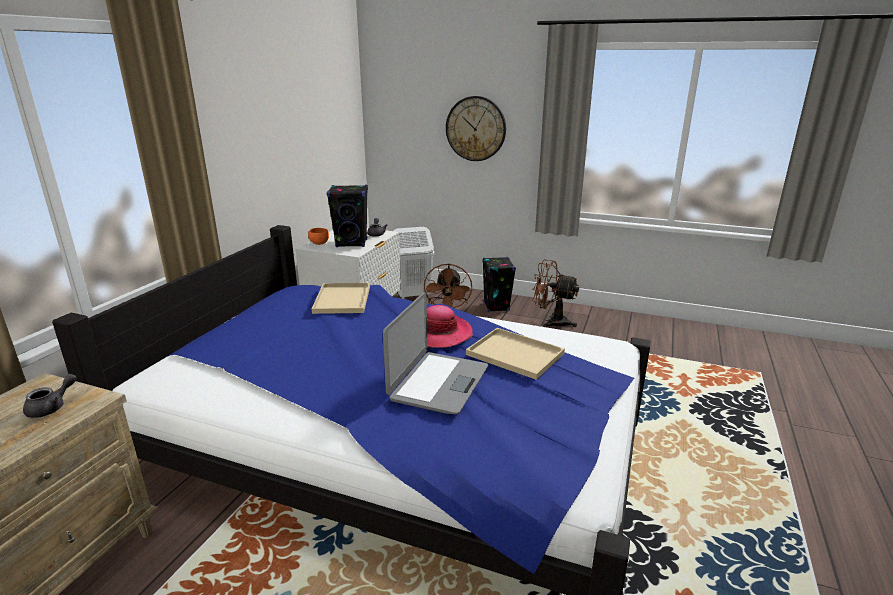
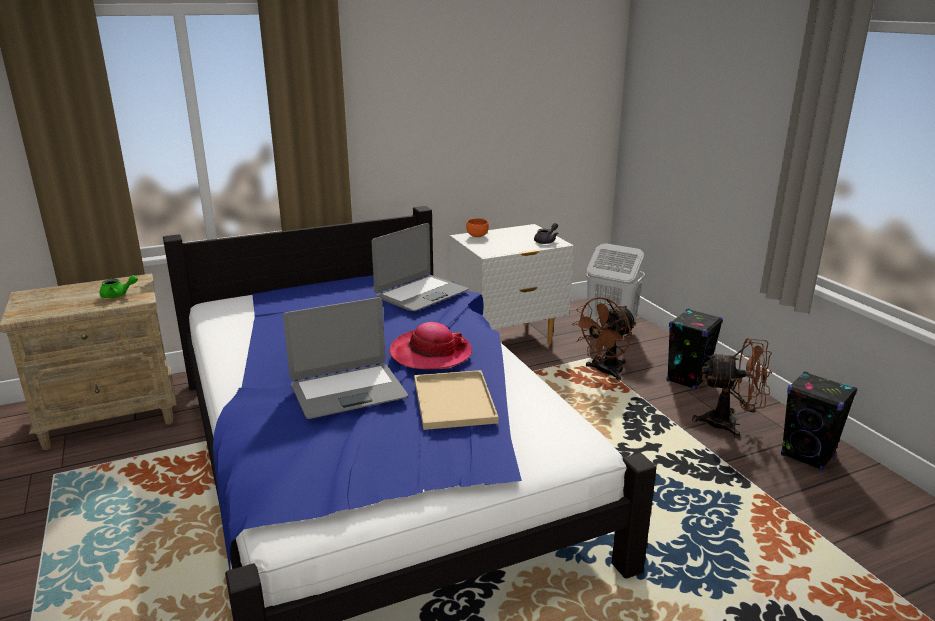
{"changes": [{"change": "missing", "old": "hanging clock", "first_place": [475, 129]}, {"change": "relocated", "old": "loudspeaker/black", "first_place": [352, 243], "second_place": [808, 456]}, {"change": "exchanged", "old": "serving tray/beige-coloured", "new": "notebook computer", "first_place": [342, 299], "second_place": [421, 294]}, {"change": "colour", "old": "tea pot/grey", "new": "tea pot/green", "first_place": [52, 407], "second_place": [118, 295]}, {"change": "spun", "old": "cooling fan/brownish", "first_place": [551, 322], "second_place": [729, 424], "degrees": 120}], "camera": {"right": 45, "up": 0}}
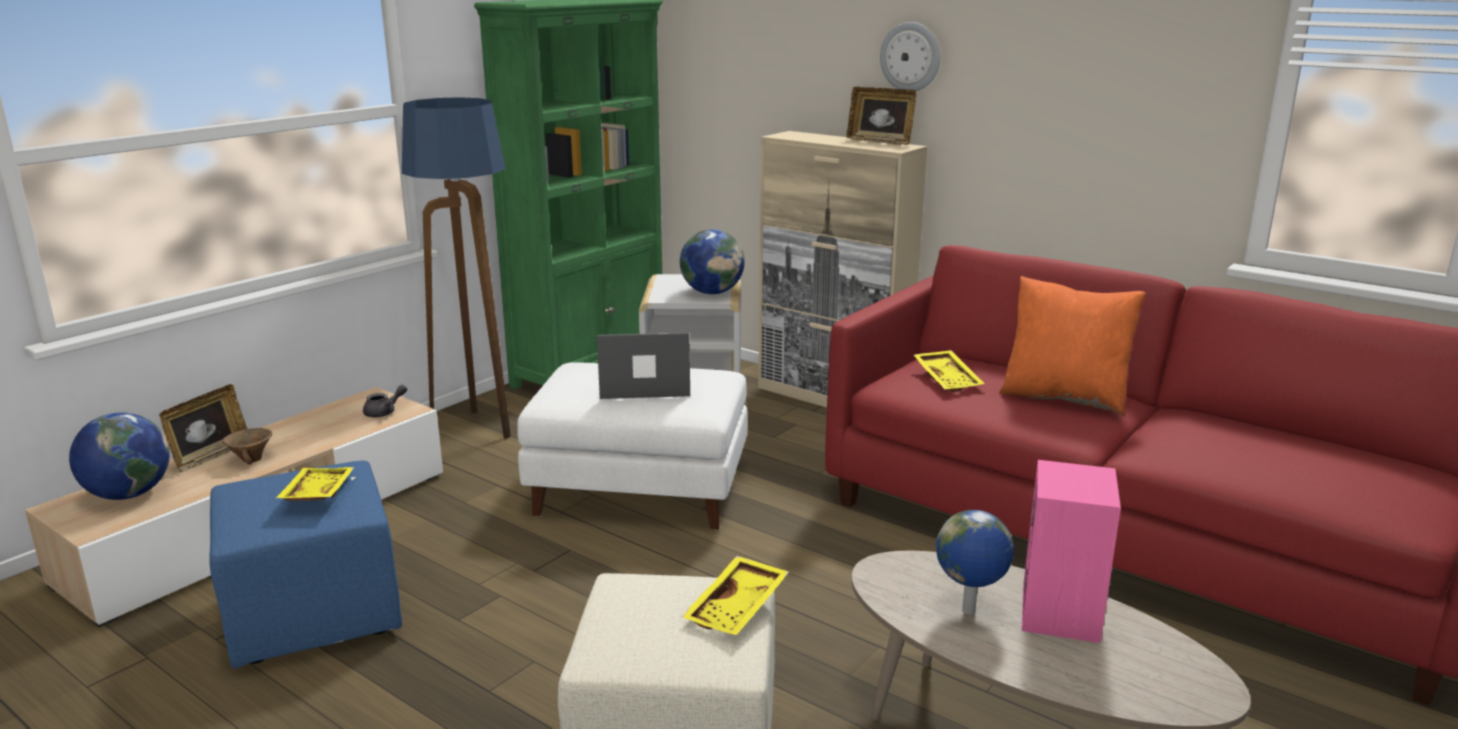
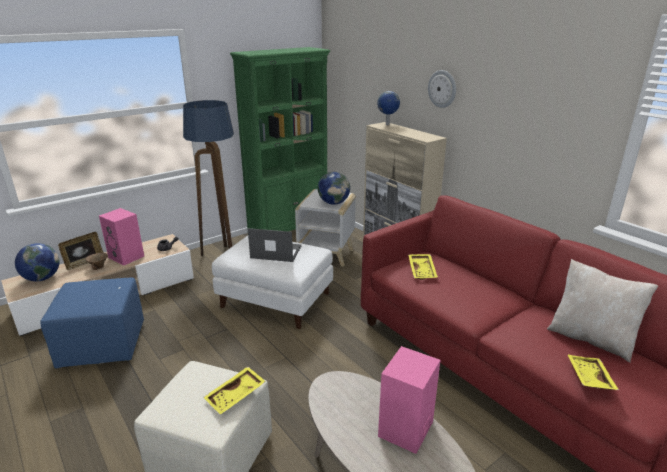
{"changes": [{"change": "missing", "old": "photo frame", "first_place": [880, 141]}, {"change": "missing", "old": "cushion/orange-coloured", "first_place": [1064, 397]}, {"change": "appeared", "new": "loudspeaker/pink", "second_place": [127, 257]}, {"change": "appeared", "new": "cushion/beige-coloured", "second_place": [591, 338]}, {"change": "relocated", "old": "serving tray/yellow", "first_place": [316, 494], "second_place": [588, 377]}, {"change": "relocated", "old": "globe", "first_place": [969, 612], "second_place": [387, 124]}], "camera": {"right": 15, "up": 5}}
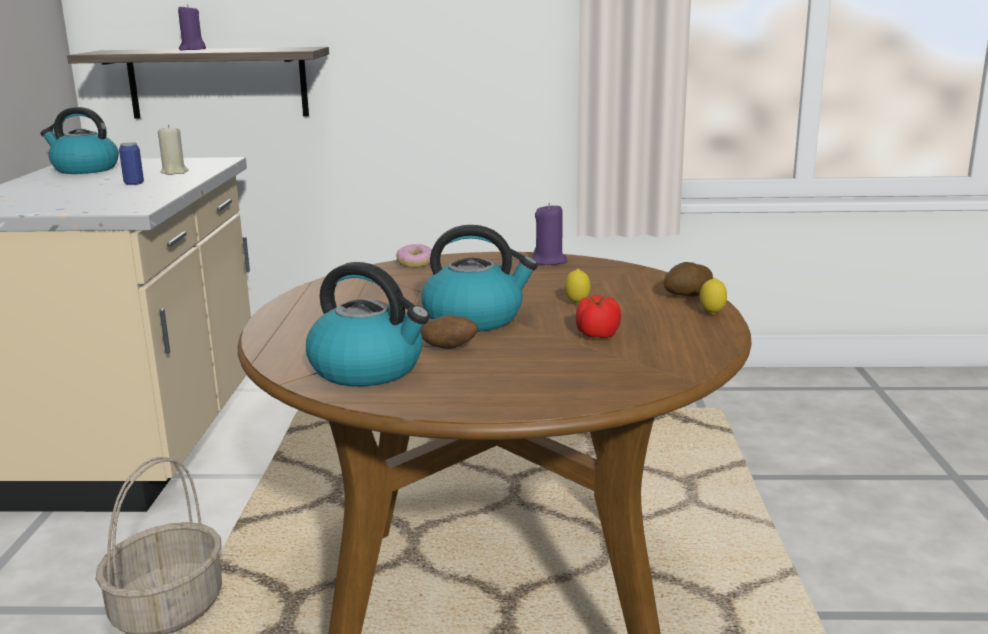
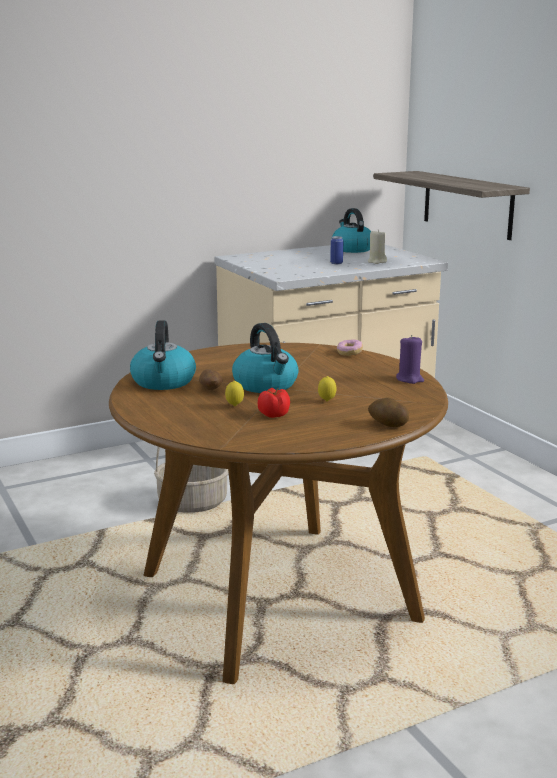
{"changes": [{"change": "missing", "old": "wax light/purplish", "first_place": [192, 49]}, {"change": "relocated", "old": "whole lemon", "first_place": [712, 314], "second_place": [234, 406]}], "camera": {"right": 60, "up": 0}}
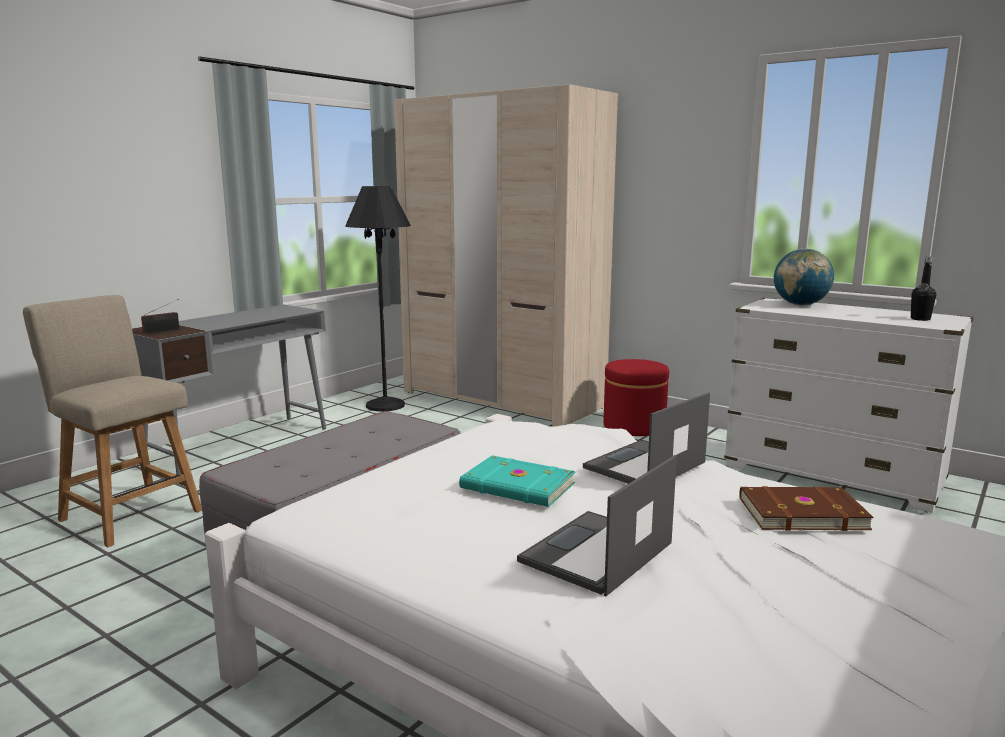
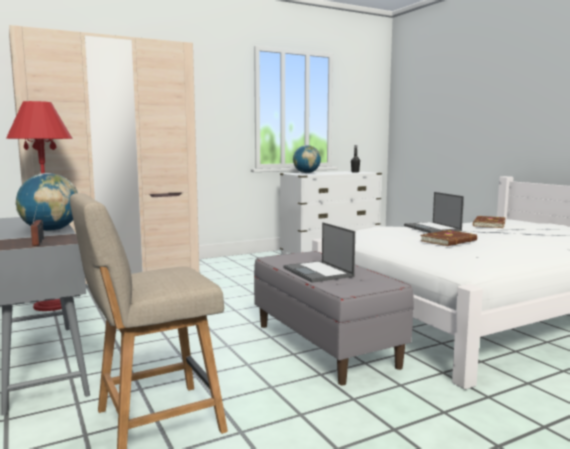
{"changes": [{"change": "missing", "old": "ottoman/red-coloured", "first_place": [634, 426]}, {"change": "appeared", "new": "globe", "second_place": [50, 230]}, {"change": "relocated", "old": "notebook computer", "first_place": [596, 553], "second_place": [318, 272]}, {"change": "colour", "old": "floor lamp/black", "new": "floor lamp/red-coloured", "first_place": [385, 405], "second_place": [53, 305]}, {"change": "colour", "old": "bound book/blue-green", "new": "bound book/brownish", "first_place": [517, 487], "second_place": [449, 241]}], "camera": {"right": -65, "up": -5}}
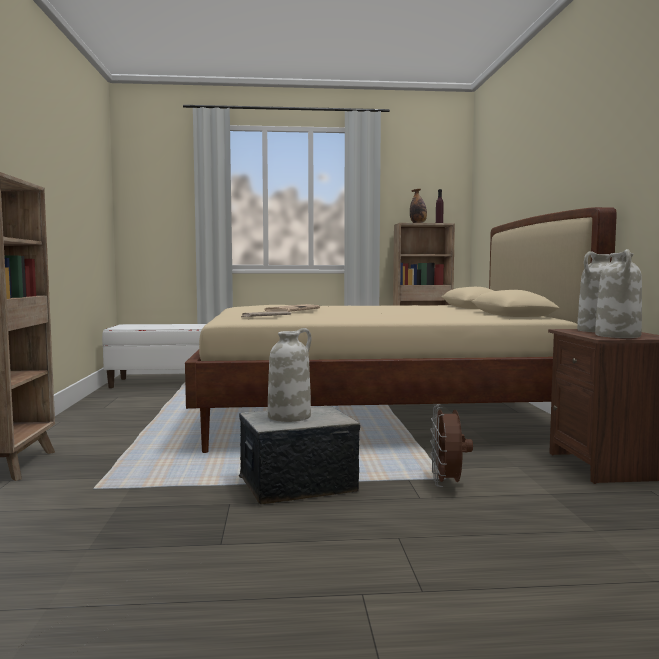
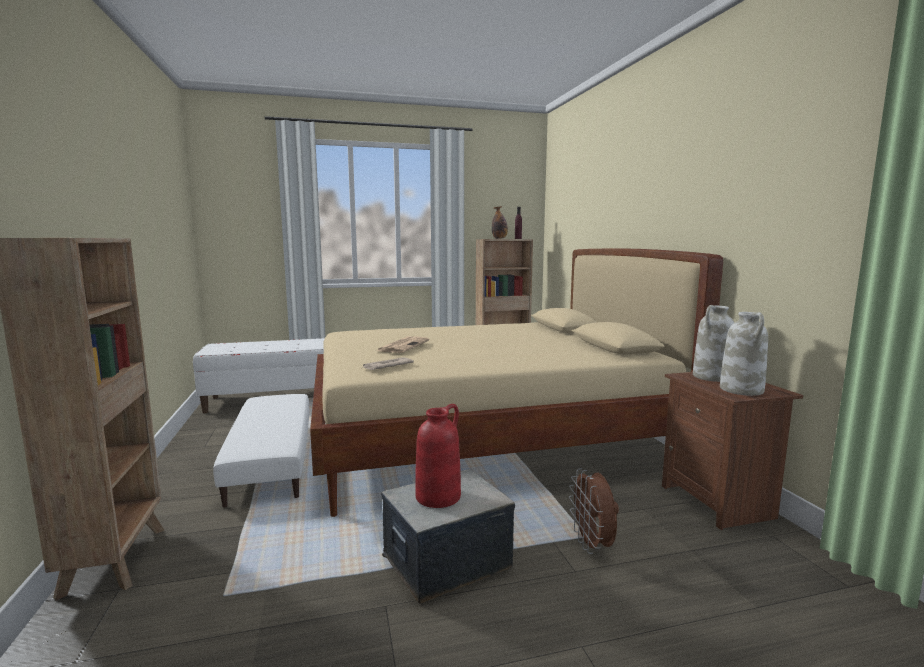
{"changes": [{"change": "appeared", "new": "ottoman/white-coloured", "second_place": [272, 460]}, {"change": "colour", "old": "flower vase/white-coloured", "new": "flower vase/red-coloured", "first_place": [289, 416], "second_place": [438, 496]}], "camera": {"right": -10, "up": 5}}
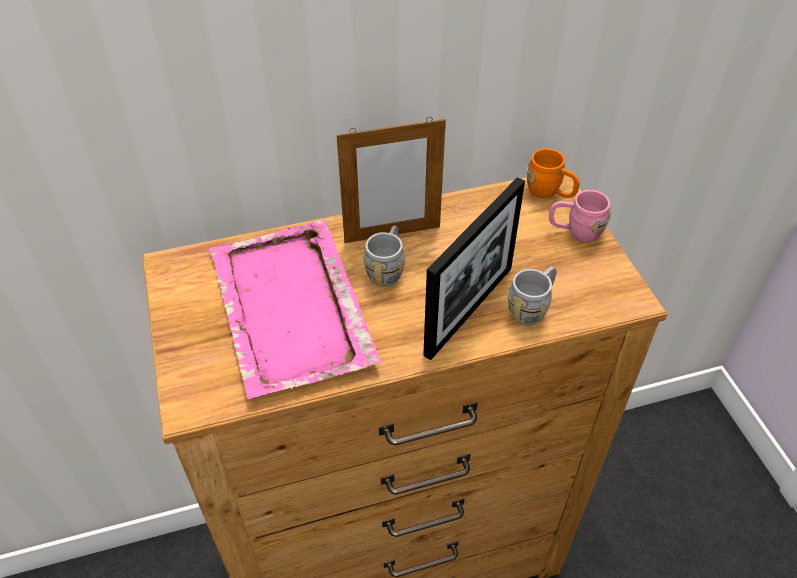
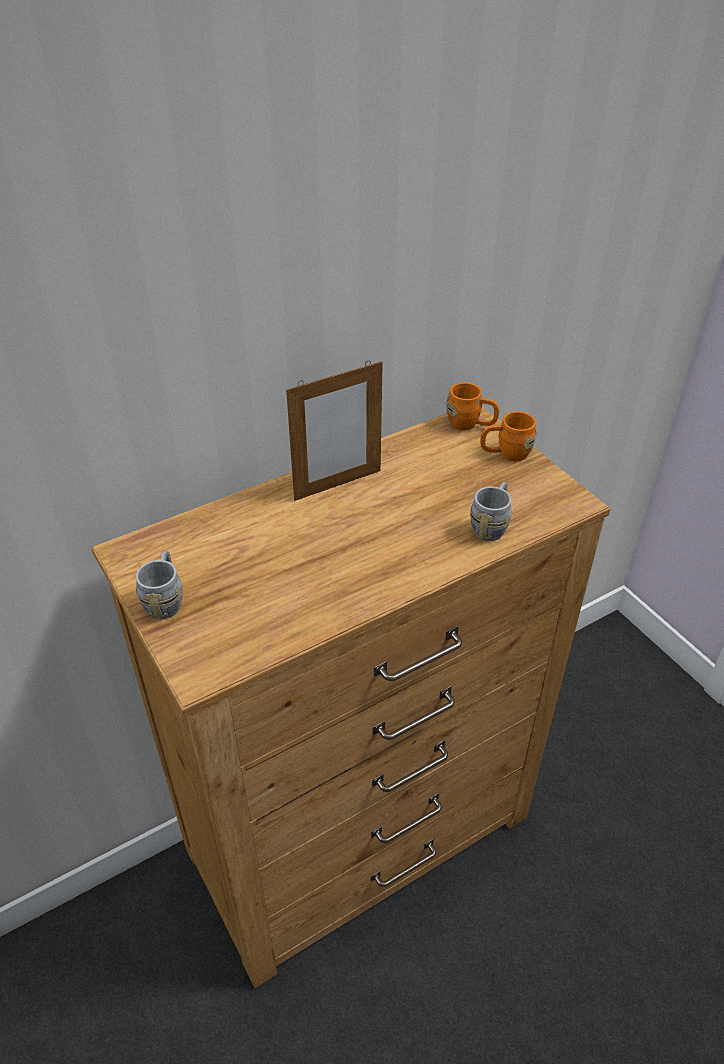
{"changes": [{"change": "missing", "old": "serving tray/pink", "first_place": [291, 310]}, {"change": "missing", "old": "photo frame", "first_place": [469, 310]}, {"change": "relocated", "old": "tea mug/grey", "first_place": [387, 269], "second_place": [166, 599]}, {"change": "colour", "old": "tea mug/pink", "new": "tea mug/orange-coloured", "first_place": [575, 231], "second_place": [505, 453]}], "camera": {"right": -15, "up": -5}}
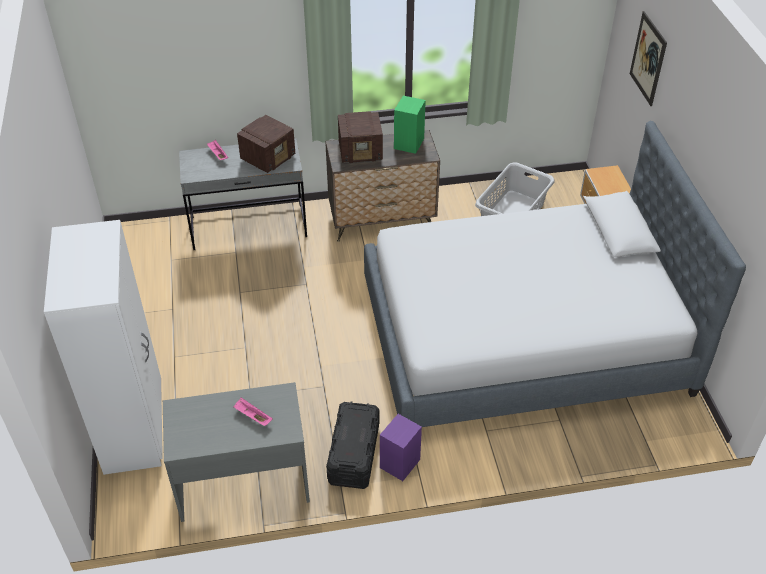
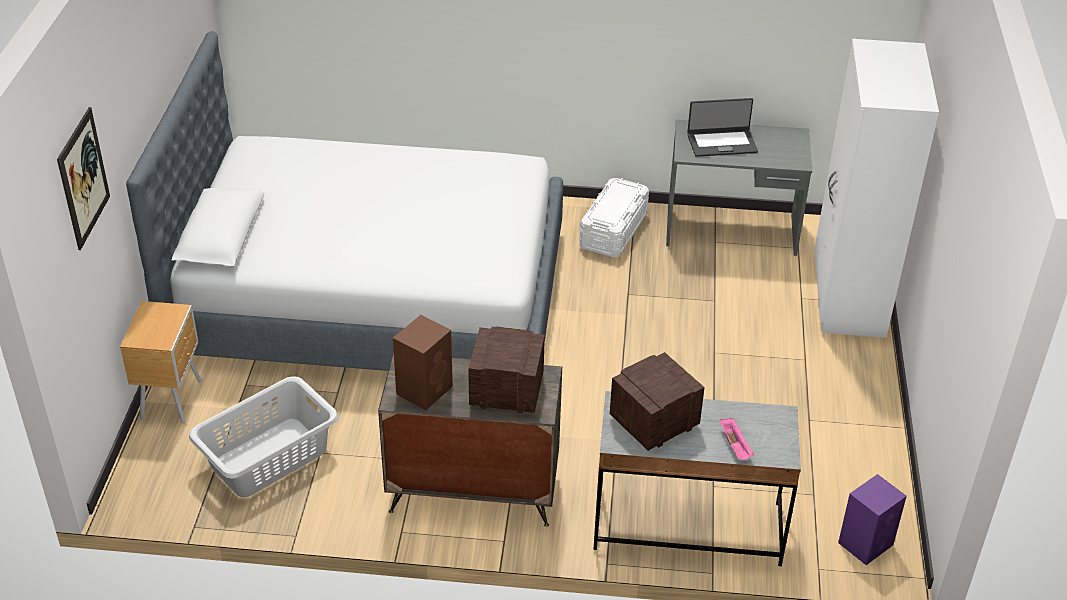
{"changes": [{"change": "relocated", "old": "loudspeaker/purplish", "first_place": [399, 464], "second_place": [866, 543]}, {"change": "exchanged", "old": "serving tray/pink", "new": "notebook computer", "first_place": [252, 416], "second_place": [721, 143]}, {"change": "colour", "old": "storage container/black", "new": "storage container/white-coloured", "first_place": [353, 454], "second_place": [613, 231]}, {"change": "colour", "old": "loudspeaker/green", "new": "loudspeaker/brownish", "first_place": [408, 144], "second_place": [425, 389]}], "camera": {"right": -165, "up": -5}}
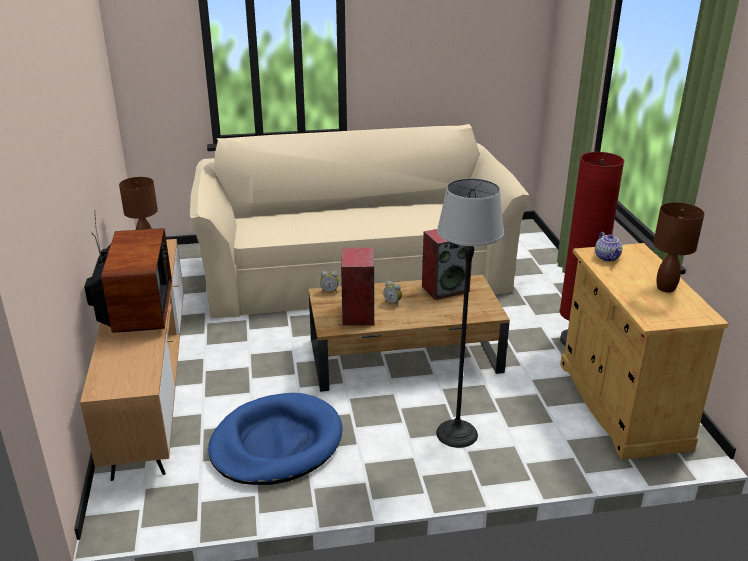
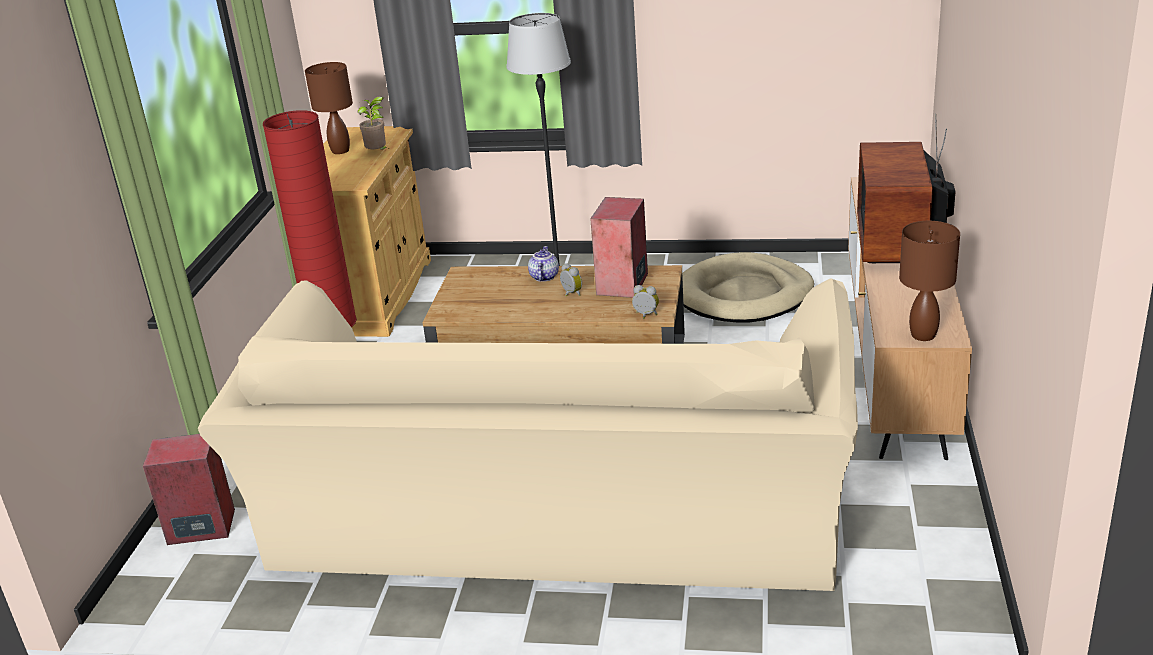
{"changes": [{"change": "appeared", "new": "potted plant", "second_place": [378, 153]}, {"change": "relocated", "old": "loudspeaker", "first_place": [445, 288], "second_place": [200, 527]}, {"change": "relocated", "old": "tea pot", "first_place": [607, 257], "second_place": [543, 277]}, {"change": "colour", "old": "dog cushion/blue-coloured", "new": "dog cushion/beige-coloured", "first_place": [276, 443], "second_place": [744, 295]}], "camera": {"right": -160, "up": 0}}
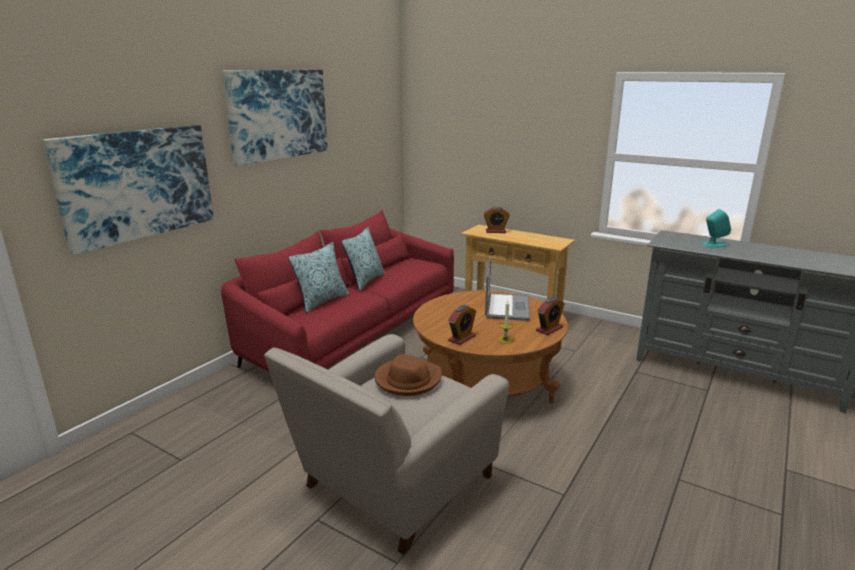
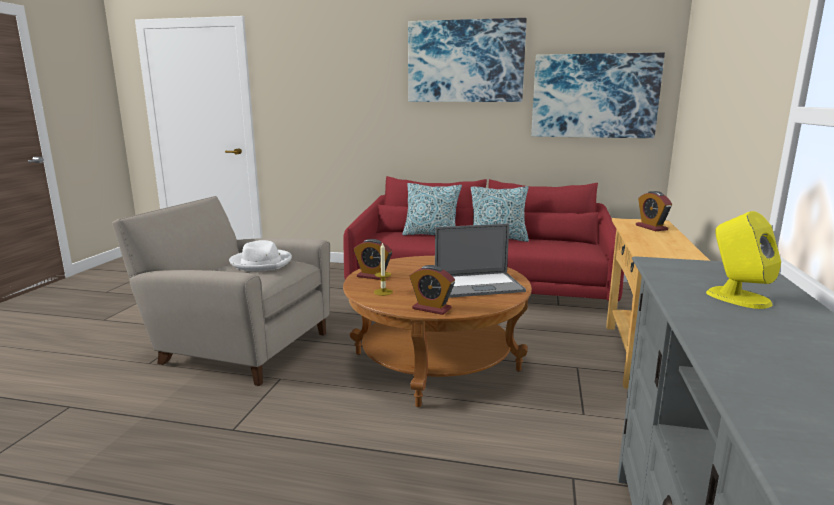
{"changes": [{"change": "relocated", "old": "picture", "first_place": [137, 184], "second_place": [594, 96]}, {"change": "colour", "old": "hat/brownish", "new": "hat/white-coloured", "first_place": [408, 379], "second_place": [261, 263]}, {"change": "colour", "old": "loudspeaker/blue-green", "new": "loudspeaker/yellow", "first_place": [713, 244], "second_place": [737, 297]}], "camera": {"right": 70, "up": -5}}
